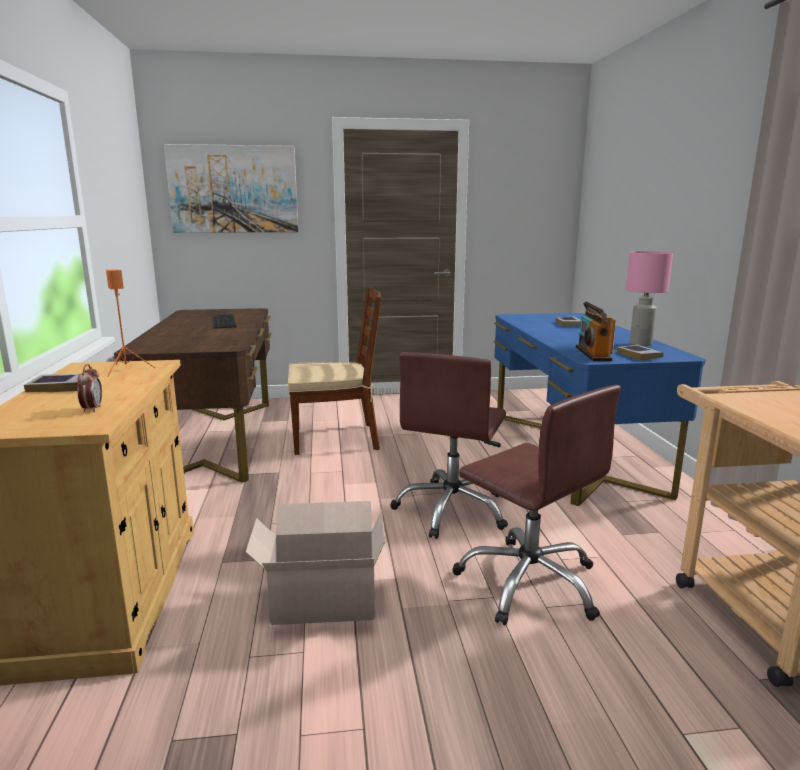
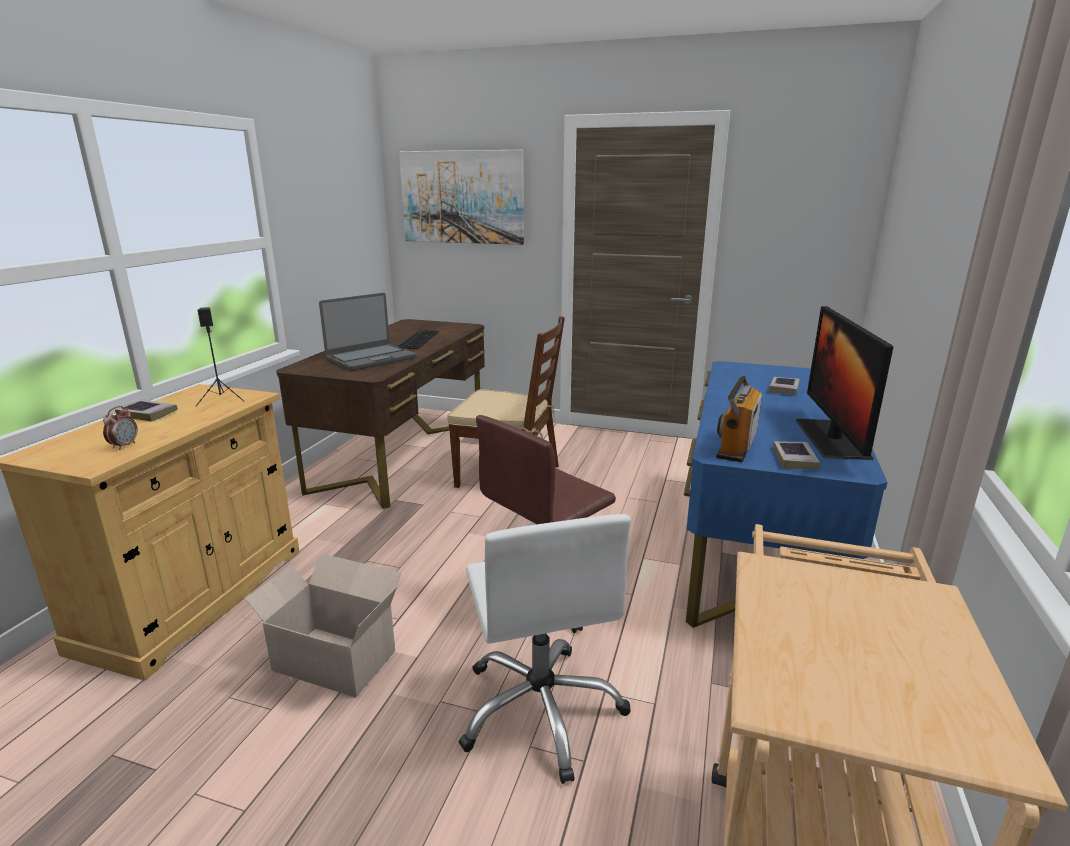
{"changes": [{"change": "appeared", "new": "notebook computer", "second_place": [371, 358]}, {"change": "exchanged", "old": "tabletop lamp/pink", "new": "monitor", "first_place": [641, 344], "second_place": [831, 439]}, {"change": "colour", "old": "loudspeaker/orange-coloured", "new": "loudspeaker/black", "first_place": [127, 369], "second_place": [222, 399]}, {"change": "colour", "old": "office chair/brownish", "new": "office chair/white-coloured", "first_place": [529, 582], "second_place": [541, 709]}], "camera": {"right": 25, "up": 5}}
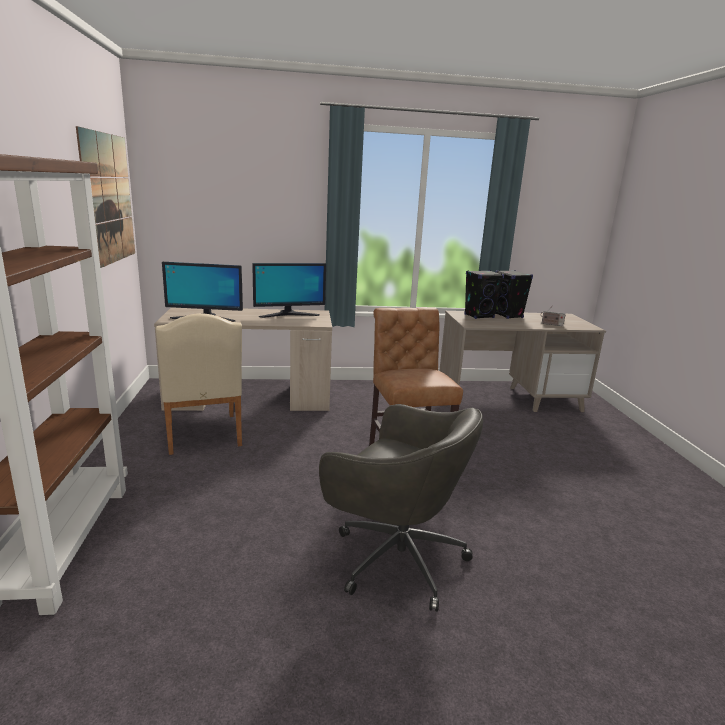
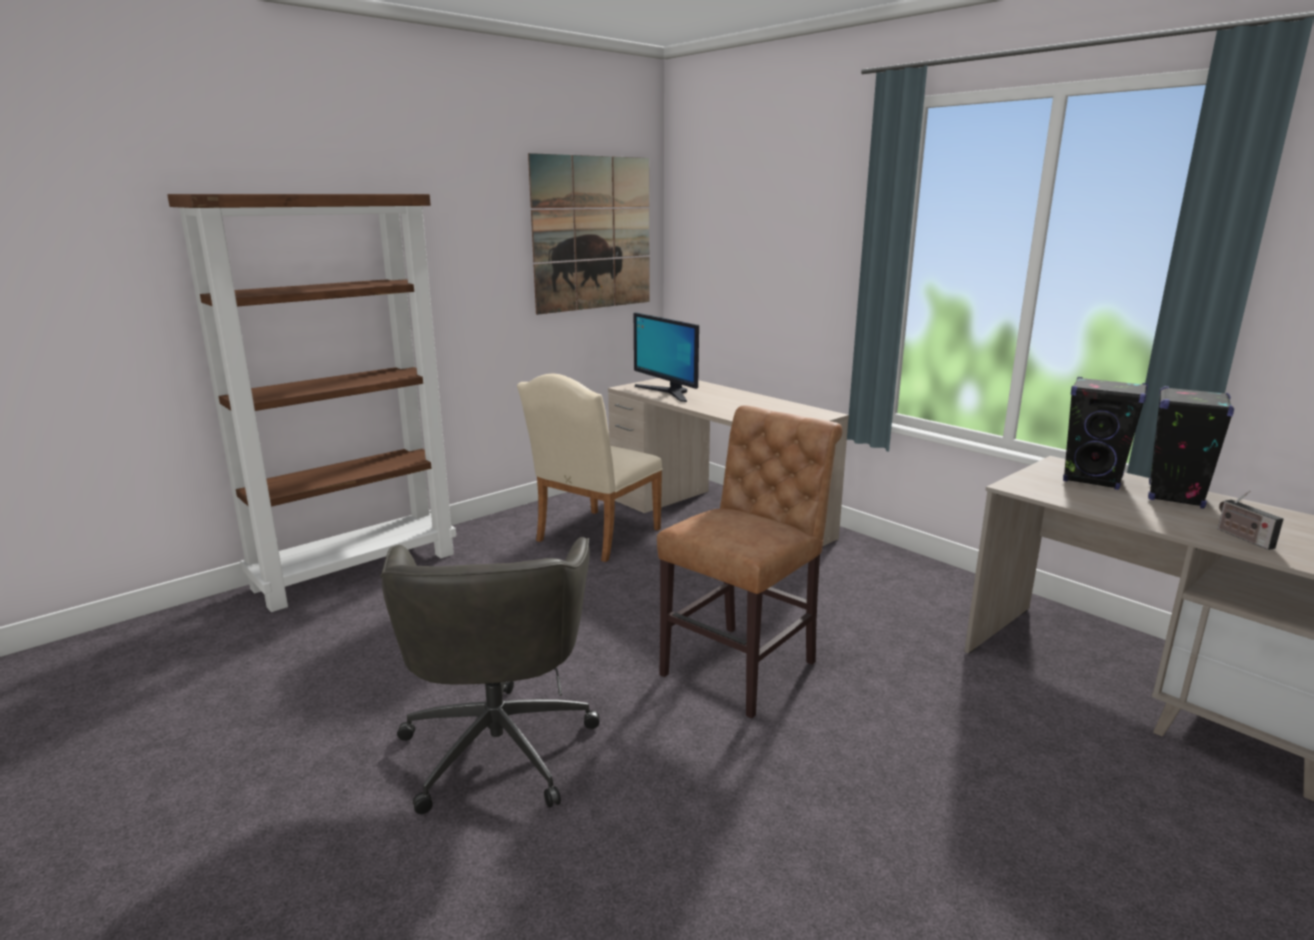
{"changes": [{"change": "missing", "old": "monitor", "first_place": [288, 315]}], "camera": {"right": 55, "up": 0}}
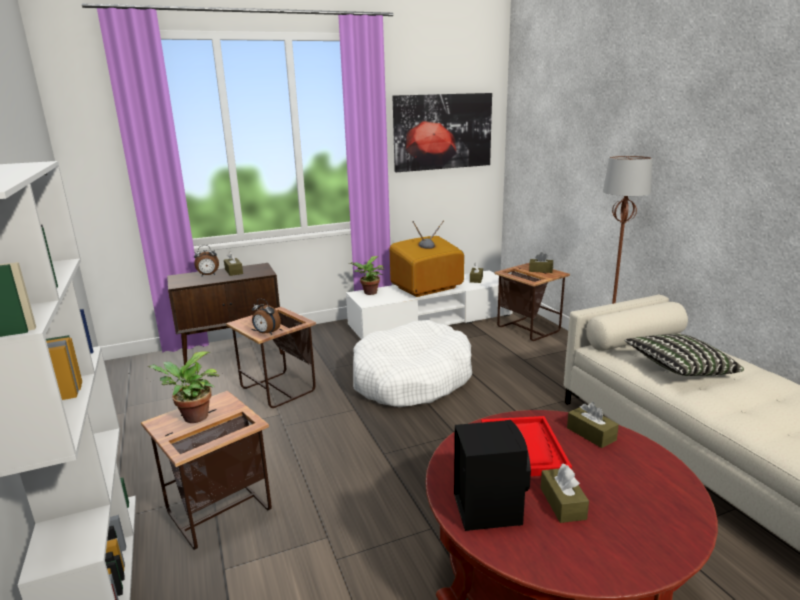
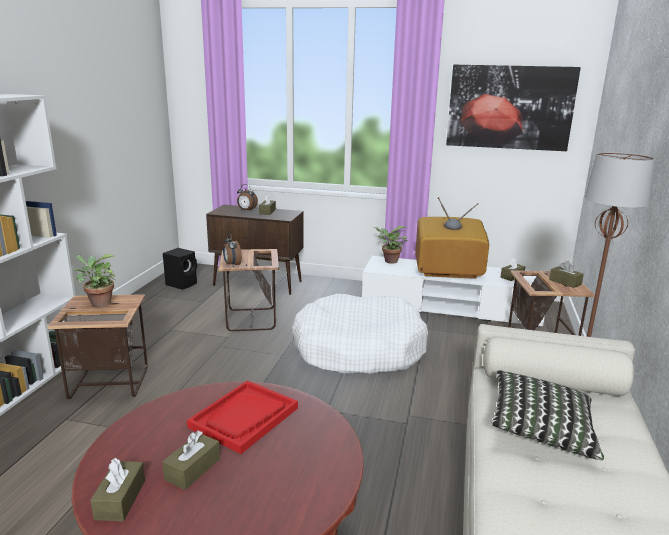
{"changes": [{"change": "relocated", "old": "loudspeaker/black", "first_place": [487, 508], "second_place": [182, 284]}, {"change": "relocated", "old": "tissue box/brownish", "first_place": [591, 434], "second_place": [120, 499]}], "camera": {"right": 35, "up": 0}}
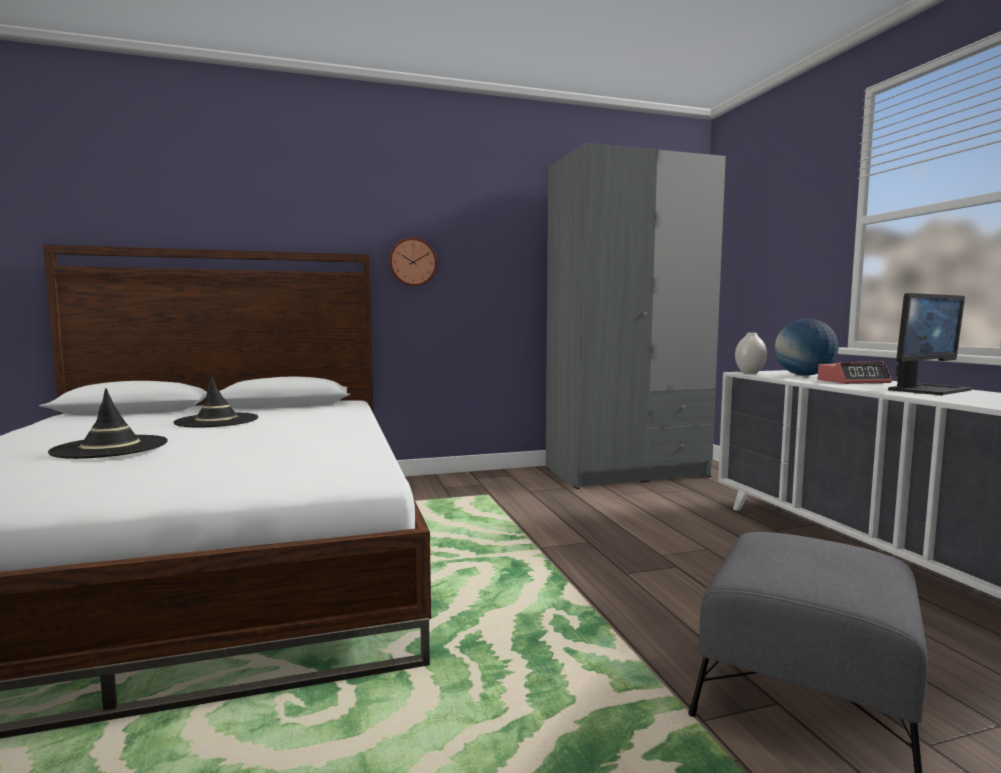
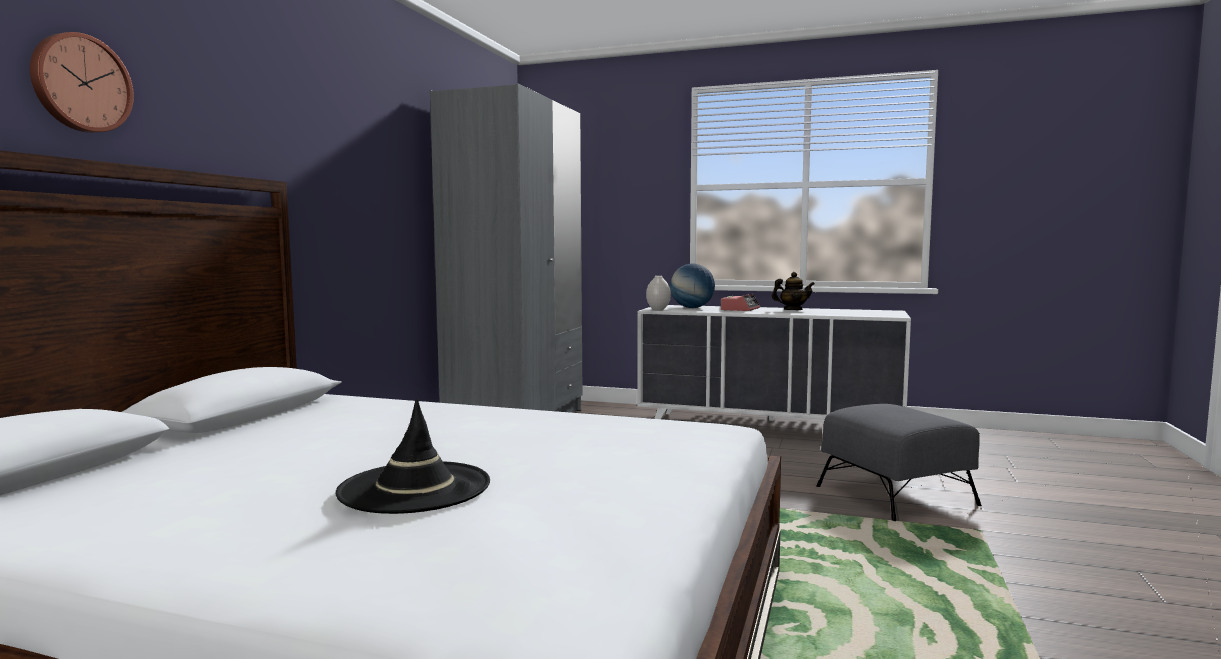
{"changes": [{"change": "missing", "old": "hat/black", "first_place": [217, 421]}, {"change": "relocated", "old": "hanging clock", "first_place": [412, 262], "second_place": [80, 83]}, {"change": "exchanged", "old": "monitor", "new": "tea pot", "first_place": [927, 389], "second_place": [792, 310]}], "camera": {"right": -55, "up": 0}}
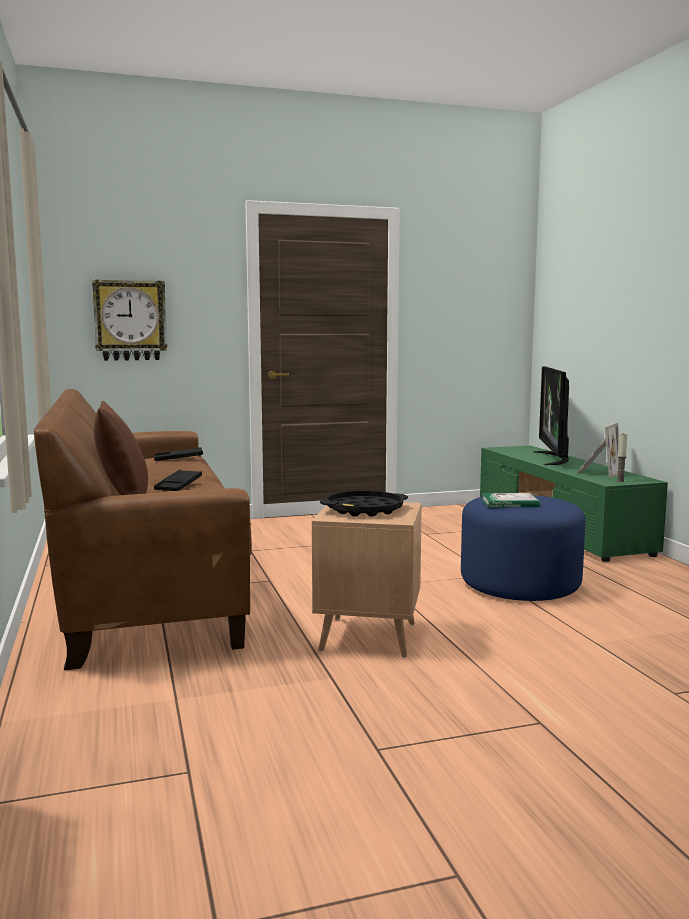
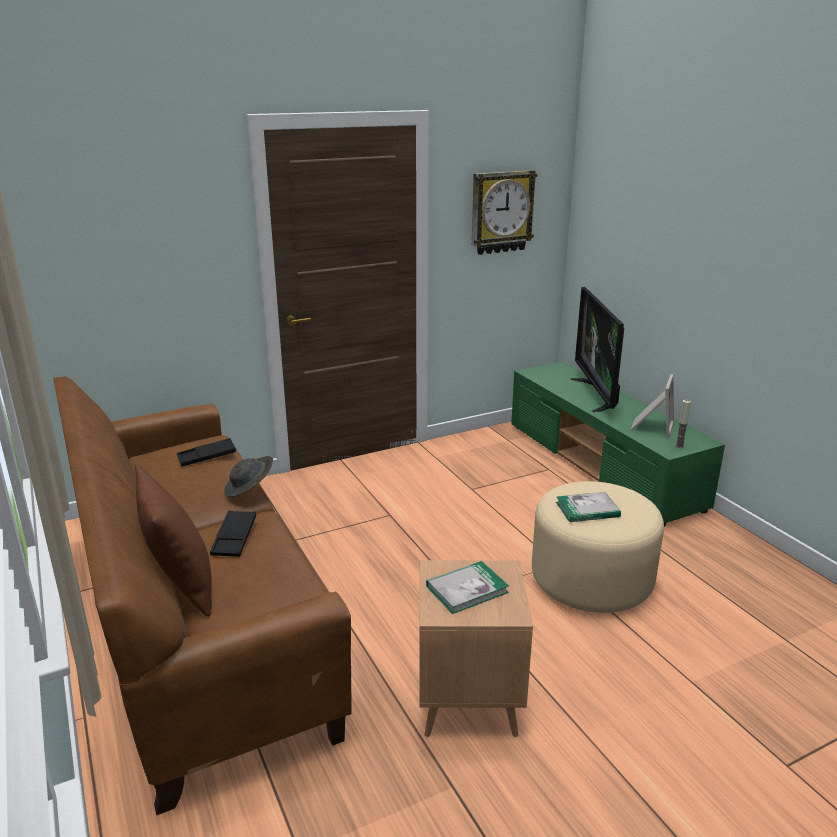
{"changes": [{"change": "appeared", "new": "hat/grey", "second_place": [250, 489]}, {"change": "relocated", "old": "hanging clock", "first_place": [130, 320], "second_place": [501, 212]}, {"change": "exchanged", "old": "serving tray/black", "new": "bound book", "first_place": [364, 510], "second_place": [467, 589]}, {"change": "colour", "old": "ottoman/blue-coloured", "new": "ottoman/beige-coloured", "first_place": [520, 584], "second_place": [591, 579]}], "camera": {"right": -10, "up": 15}}
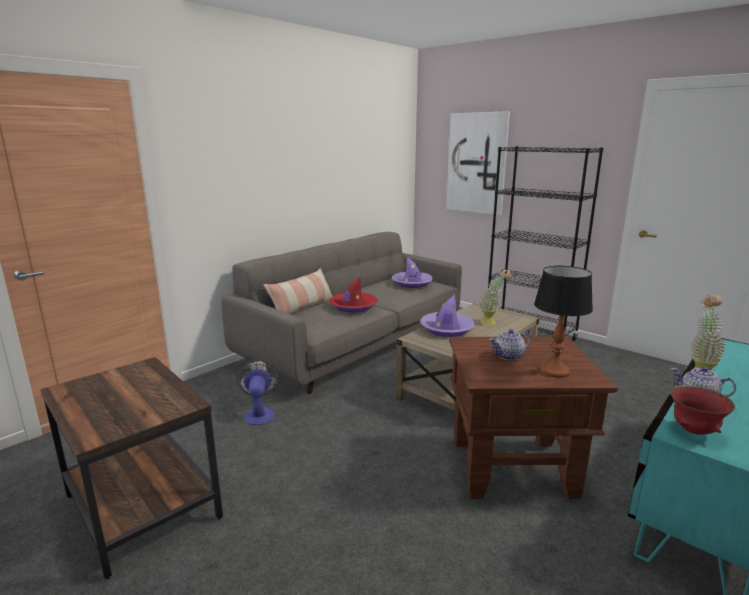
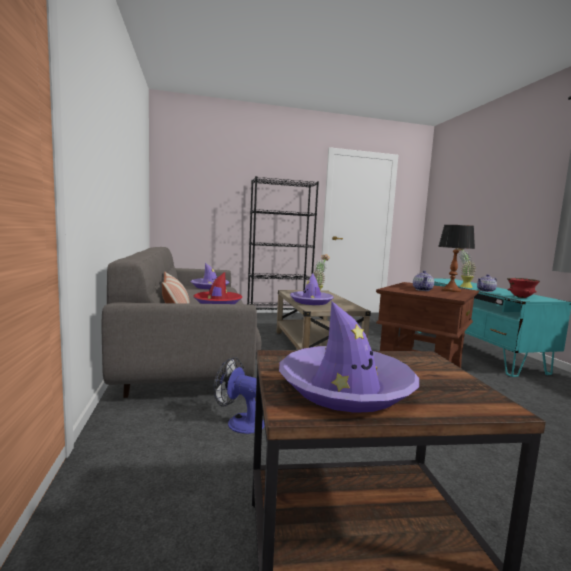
{"changes": [{"change": "missing", "old": "picture", "first_place": [477, 163]}, {"change": "appeared", "new": "hat/purplish", "second_place": [345, 388]}], "camera": {"right": -55, "up": -10}}
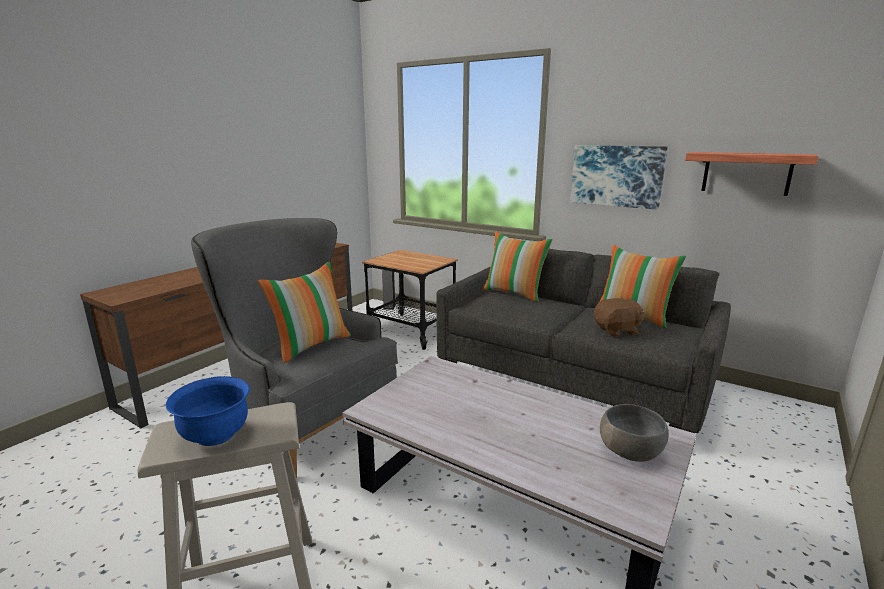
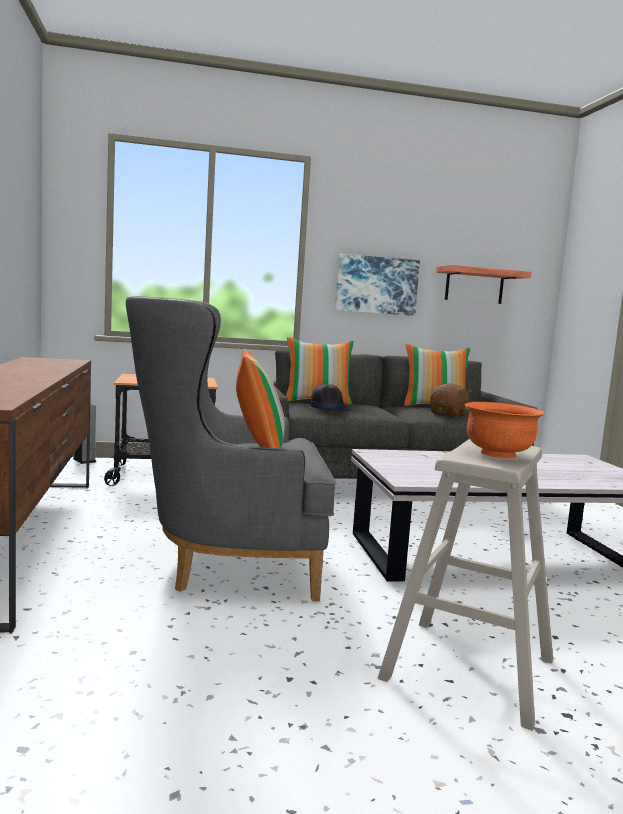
{"changes": [{"change": "missing", "old": "bowl/grey", "first_place": [629, 451]}, {"change": "appeared", "new": "hat/black", "second_place": [327, 408]}, {"change": "colour", "old": "bowl/blue-coloured", "new": "bowl/orange-coloured", "first_place": [215, 436], "second_place": [499, 454]}], "camera": {"right": -45, "up": -10}}
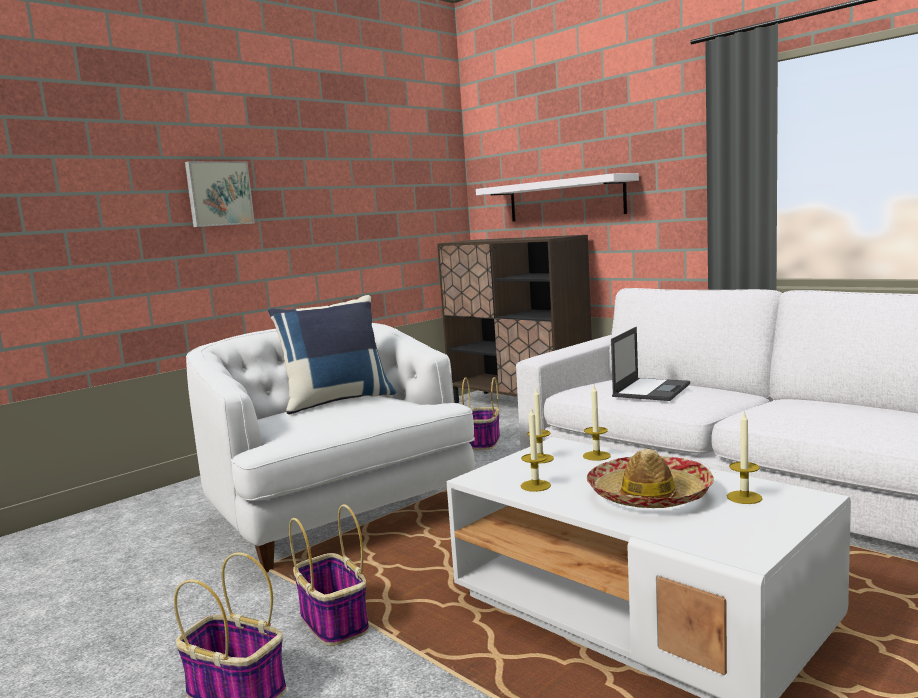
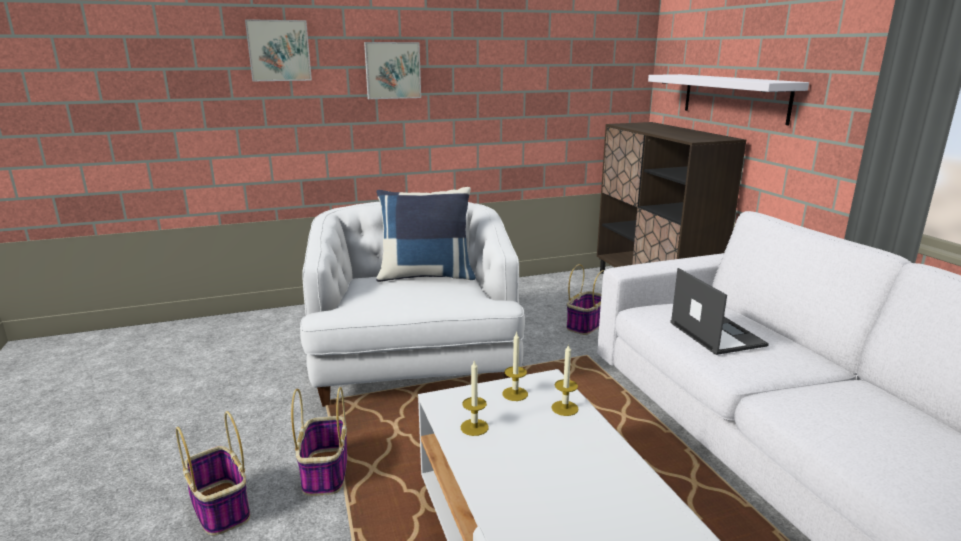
{"changes": [{"change": "missing", "old": "hat", "first_place": [649, 495]}, {"change": "missing", "old": "wax light", "first_place": [744, 497]}, {"change": "appeared", "new": "picture", "second_place": [279, 50]}, {"change": "spun", "old": "notebook computer", "first_place": [651, 390], "second_place": [715, 333], "degrees": -75}], "camera": {"right": 25, "up": 10}}
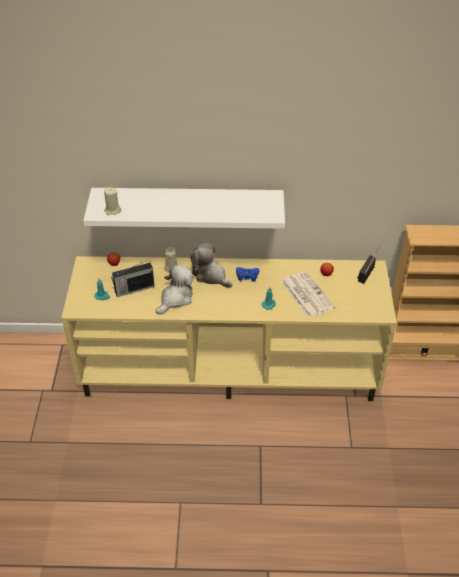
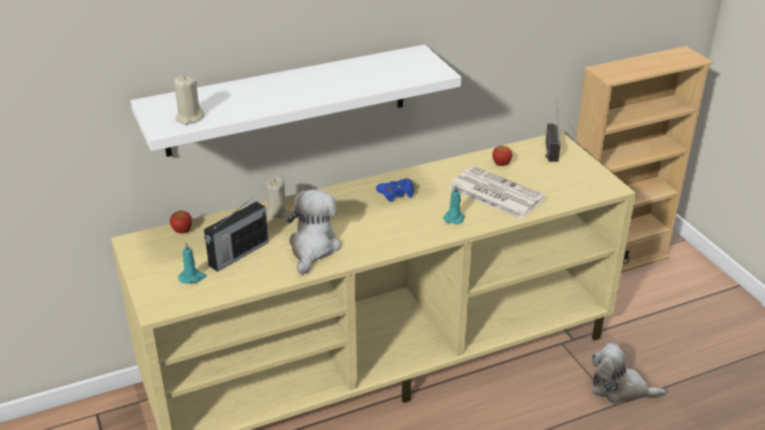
{"changes": [{"change": "relocated", "old": "cuddly toy", "first_place": [210, 275], "second_place": [620, 389]}], "camera": {"right": -25, "up": -10}}
